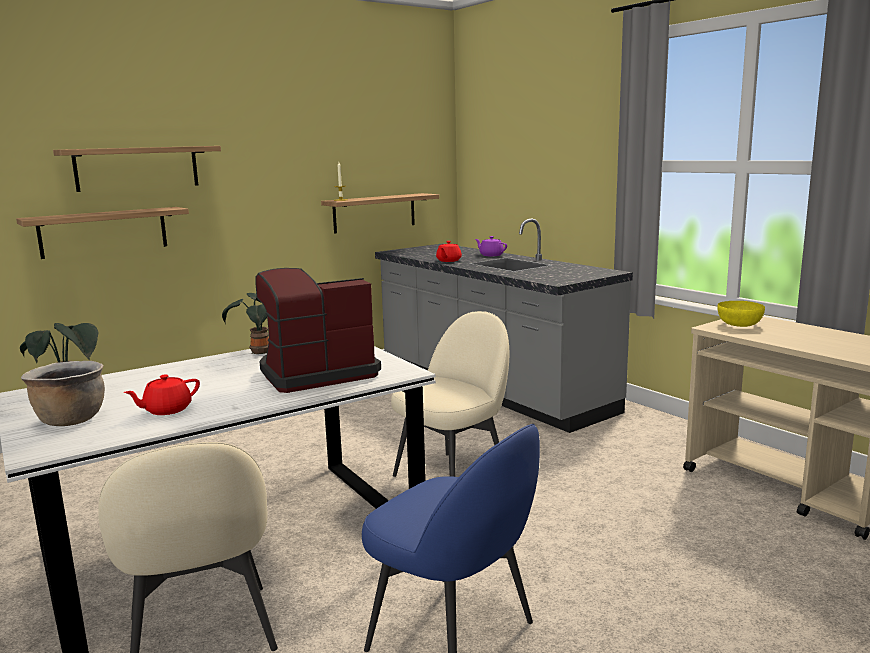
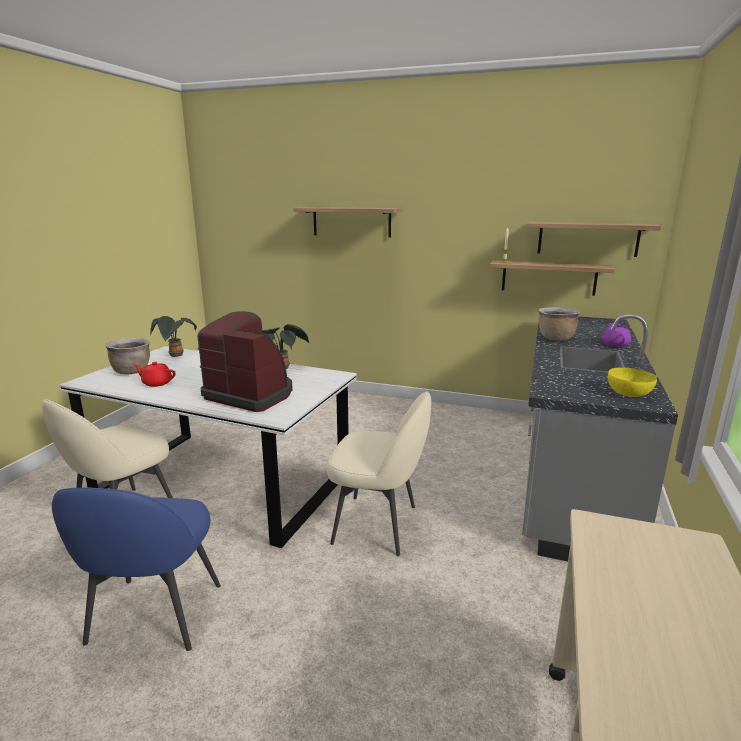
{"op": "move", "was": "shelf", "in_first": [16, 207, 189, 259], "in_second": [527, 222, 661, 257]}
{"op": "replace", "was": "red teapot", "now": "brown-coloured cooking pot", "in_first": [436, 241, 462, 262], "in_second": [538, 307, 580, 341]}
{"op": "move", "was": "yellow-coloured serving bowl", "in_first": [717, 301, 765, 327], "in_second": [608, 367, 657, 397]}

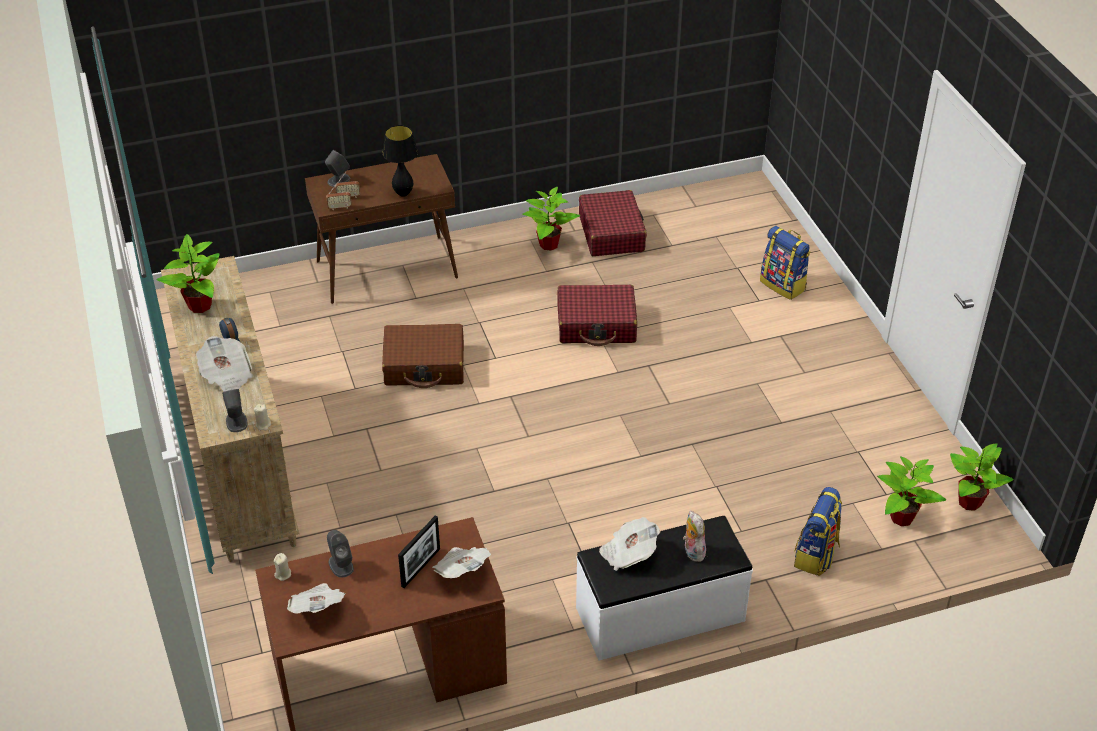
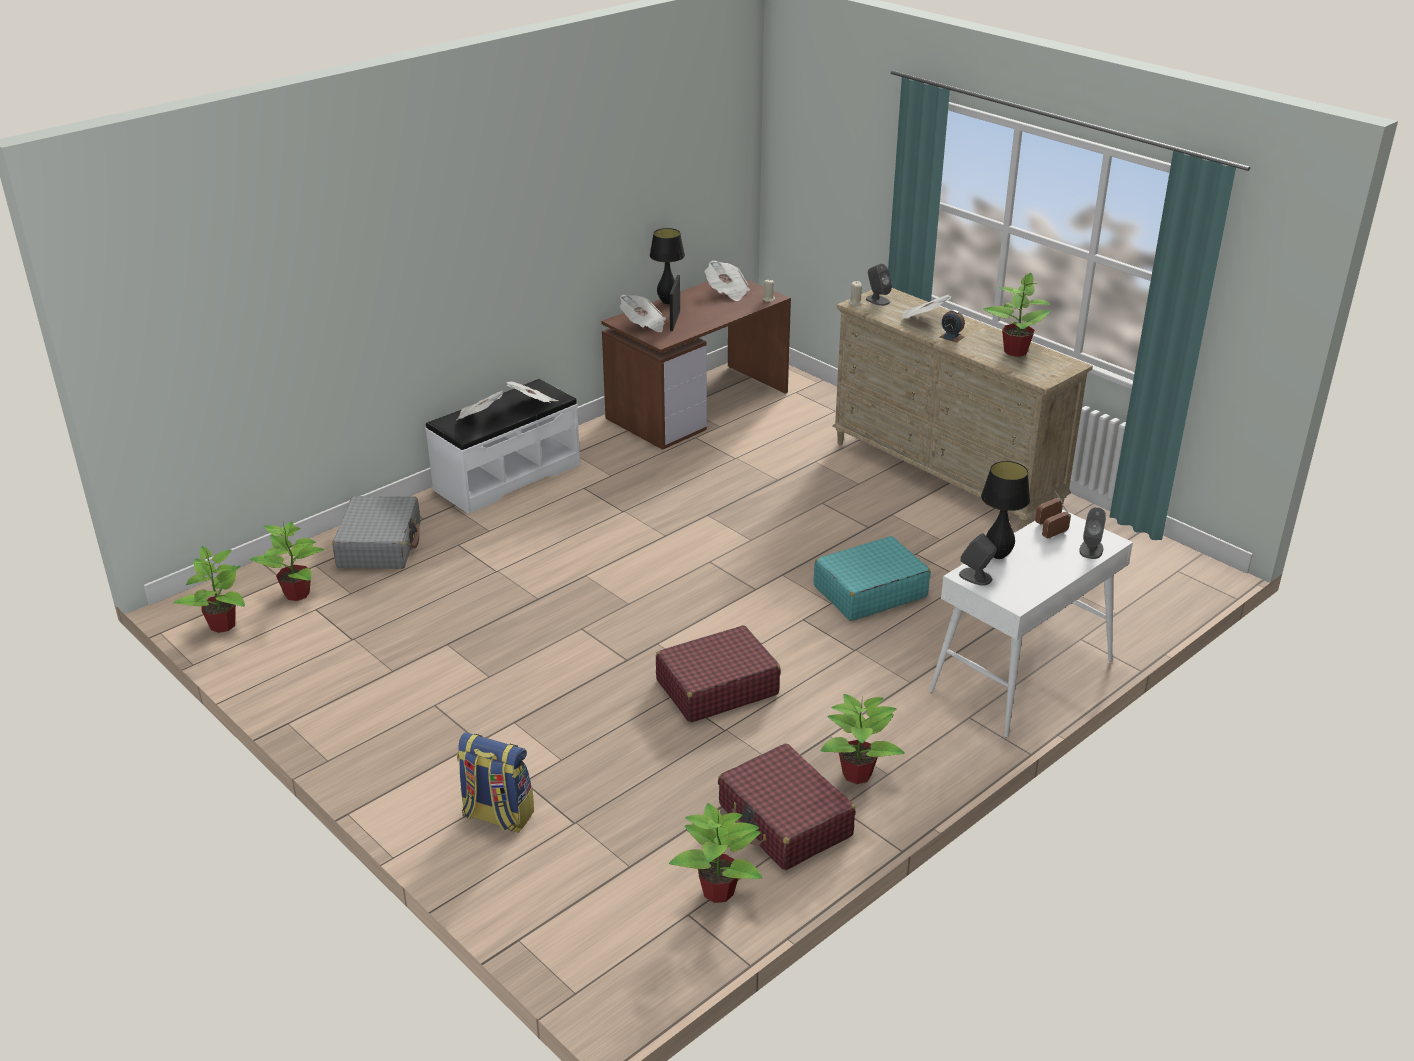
{"op": "recolor", "was": "brown-coloured console table", "now": "white-coloured console table", "in_first": [305, 154, 458, 304], "in_second": [929, 509, 1133, 738]}
{"op": "recolor", "was": "brown-coloured piece of luggage", "now": "turquoise-coloured piece of luggage", "in_first": [382, 324, 464, 388], "in_second": [814, 536, 931, 621]}
{"op": "replace", "was": "rucksack", "now": "gray piece of luggage", "in_first": [794, 487, 842, 576], "in_second": [332, 496, 420, 569]}
{"op": "replace", "was": "soft toy", "now": "daily paper", "in_first": [683, 511, 706, 562], "in_second": [457, 391, 503, 420]}
{"op": "move", "was": "gray speaker", "in_first": [327, 530, 354, 578], "in_second": [959, 533, 997, 586]}
{"op": "insert", "now": "black lamp for a table", "in_second": [649, 228, 685, 304]}
{"op": "insert", "now": "potted plant", "in_second": [669, 803, 762, 903]}

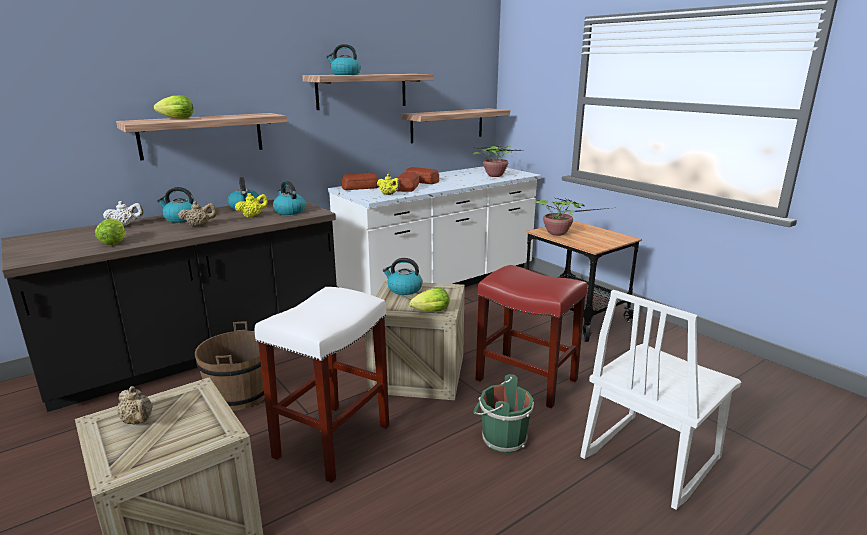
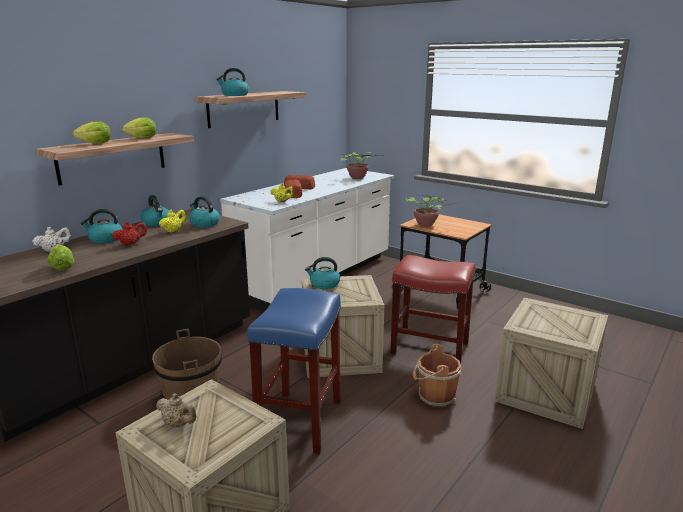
{"op": "delete", "was": "shelf", "in_first": [401, 108, 510, 143]}
{"op": "delete", "was": "baked bread", "in_first": [342, 173, 379, 190]}
{"op": "recolor", "was": "sand-coloured teapot", "now": "red teapot", "in_first": [178, 201, 217, 227], "in_second": [112, 222, 147, 246]}
{"op": "recolor", "was": "white-coloured stool seat", "now": "blue-coloured stool seat", "in_first": [255, 287, 389, 483], "in_second": [247, 288, 341, 454]}
{"op": "move", "was": "lettuce", "in_first": [410, 288, 449, 312], "in_second": [122, 117, 156, 138]}
{"op": "replace", "was": "white-coloured upright chair", "now": "shipping crate", "in_first": [580, 290, 741, 510], "in_second": [495, 297, 608, 429]}
{"op": "recolor", "was": "greenish pail", "now": "brown-coloured pail", "in_first": [473, 374, 534, 453], "in_second": [413, 344, 461, 407]}

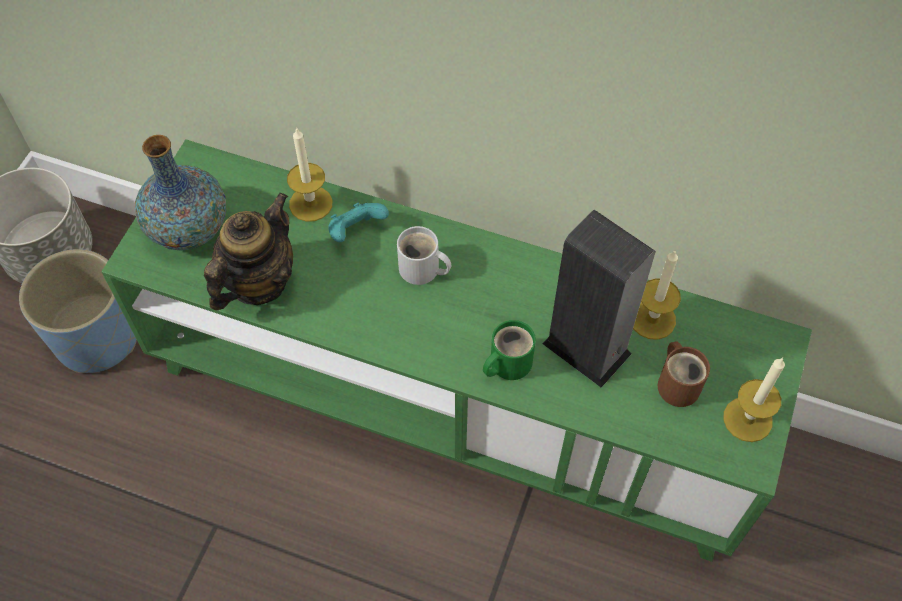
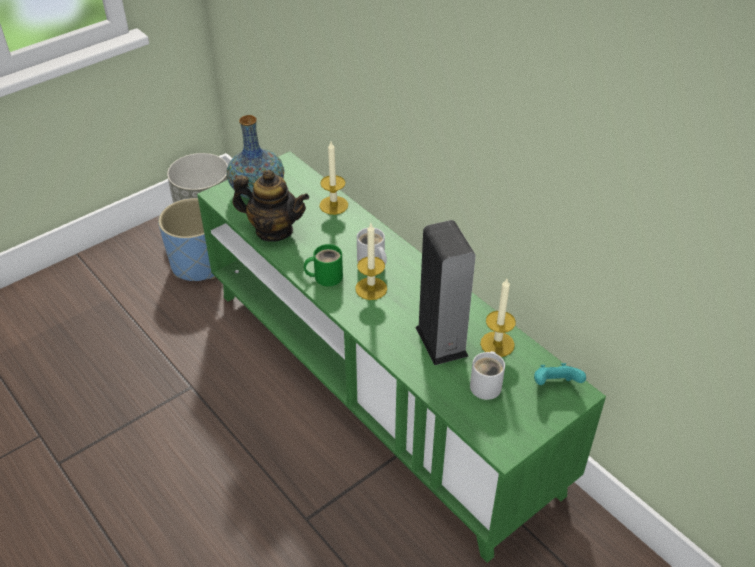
{"op": "rotate", "was": "teapot", "in_first": [204, 193, 293, 310], "in_second": [233, 170, 309, 242], "clockwise": 45}
{"op": "move", "was": "turquoise-coloured gamepad", "in_first": [328, 203, 389, 242], "in_second": [534, 363, 586, 385]}
{"op": "move", "was": "greenish coffee mug", "in_first": [483, 320, 536, 380], "in_second": [304, 244, 343, 286]}
{"op": "recolor", "was": "brown-coloured coffee mug", "now": "white-coloured coffee mug", "in_first": [658, 341, 710, 407], "in_second": [470, 351, 505, 400]}
{"op": "move", "was": "wax light", "in_first": [723, 357, 785, 442], "in_second": [355, 224, 387, 300]}

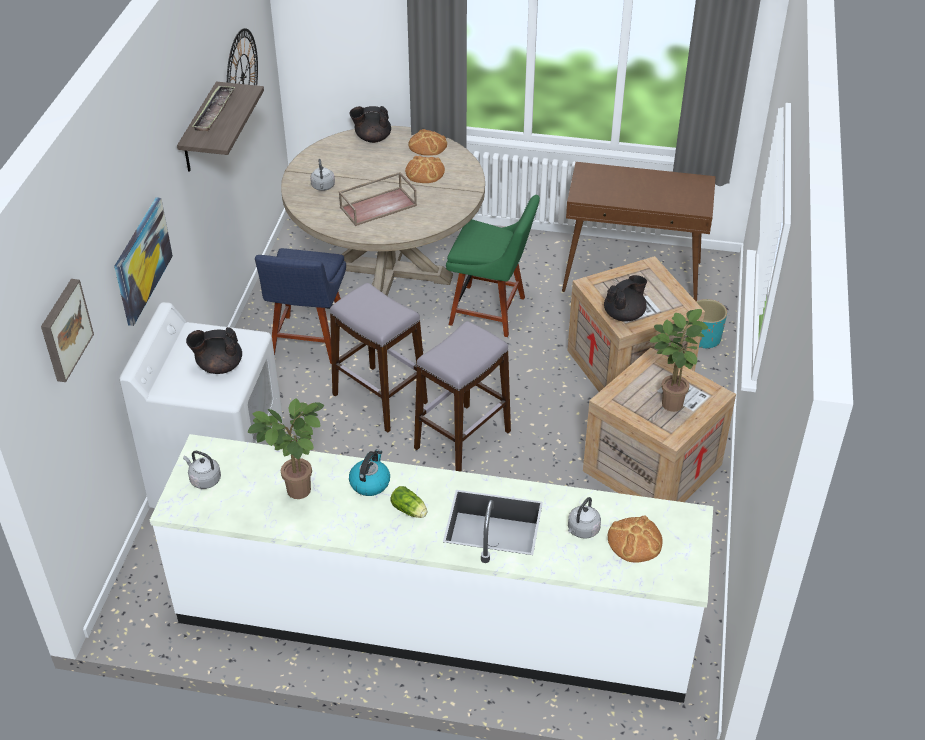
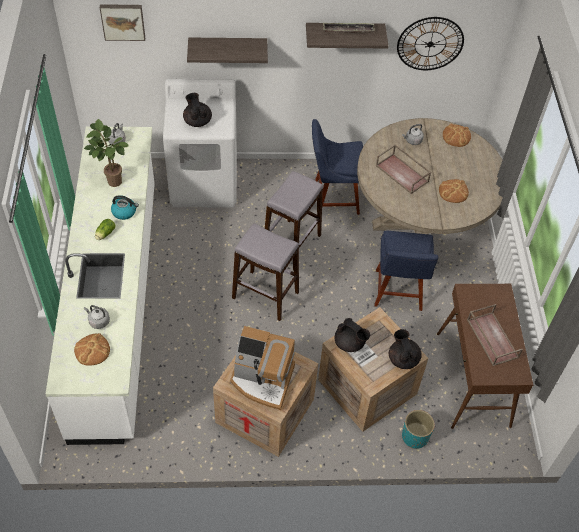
{"op": "move", "was": "black teapot", "in_first": [350, 106, 391, 143], "in_second": [389, 329, 422, 369]}
{"op": "move", "was": "baked bread", "in_first": [409, 129, 447, 156], "in_second": [443, 123, 471, 147]}
{"op": "recolor", "was": "greenish upright chair", "now": "blue-coloured upright chair", "in_first": [446, 195, 540, 337], "in_second": [374, 231, 438, 311]}
{"op": "replace", "was": "wall art", "now": "shelf", "in_first": [114, 197, 173, 326], "in_second": [187, 38, 268, 63]}
{"op": "replace", "was": "potted plant", "now": "coffee brewer", "in_first": [649, 309, 708, 412], "in_second": [230, 326, 295, 410]}
{"op": "insert", "now": "brown-coloured tray", "in_second": [467, 304, 523, 366]}

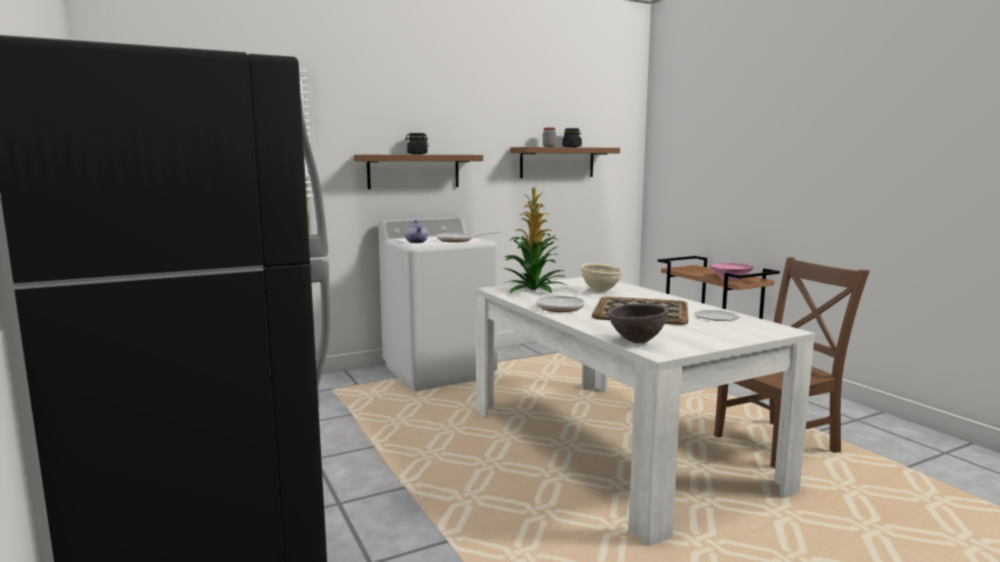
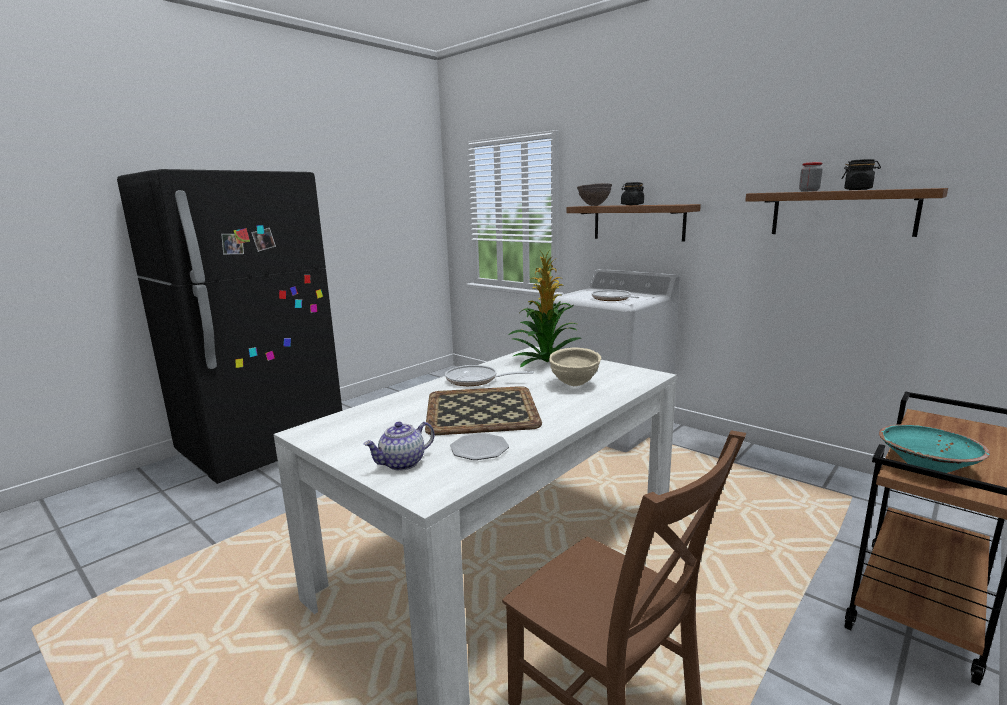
{"op": "move", "was": "teapot", "in_first": [405, 220, 428, 243], "in_second": [364, 422, 434, 471]}
{"op": "recolor", "was": "pink serving bowl", "now": "turquoise-coloured serving bowl", "in_first": [709, 263, 754, 280], "in_second": [879, 424, 990, 473]}
{"op": "move", "was": "brown-coloured serving bowl", "in_first": [608, 303, 668, 343], "in_second": [577, 183, 612, 206]}

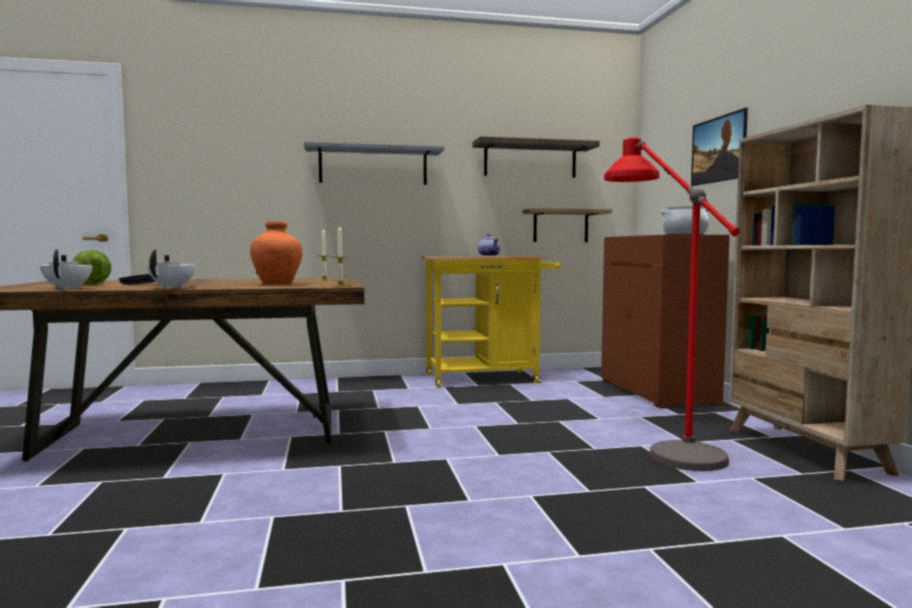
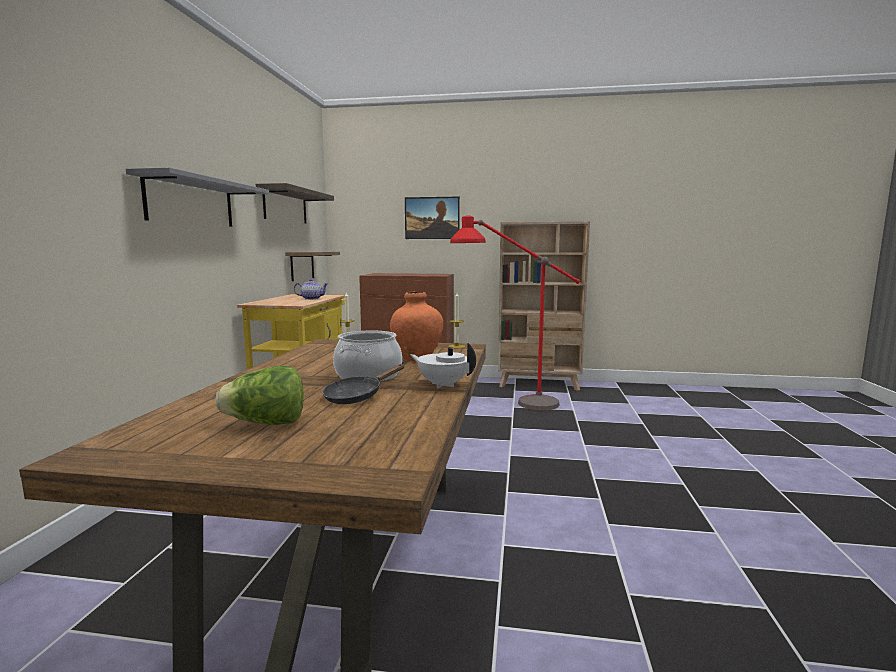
{"op": "move", "was": "cooking pot", "in_first": [661, 206, 710, 235], "in_second": [333, 331, 402, 381]}
{"op": "delete", "was": "white-coloured teapot", "in_first": [40, 249, 92, 290]}

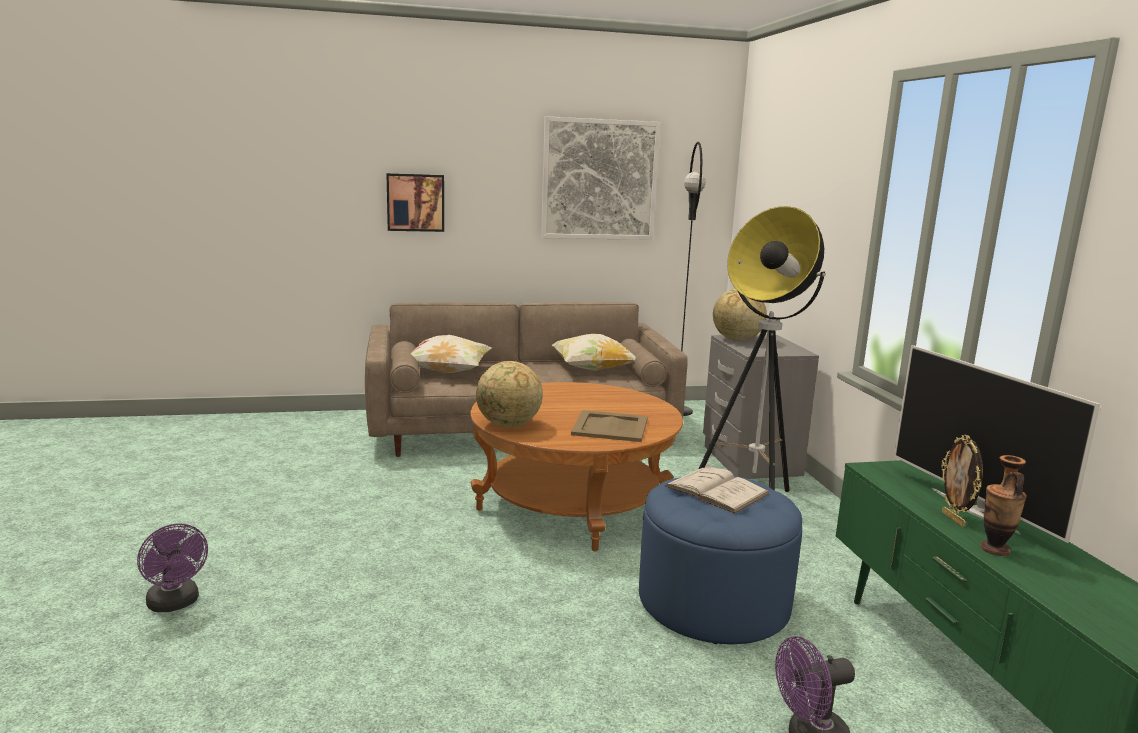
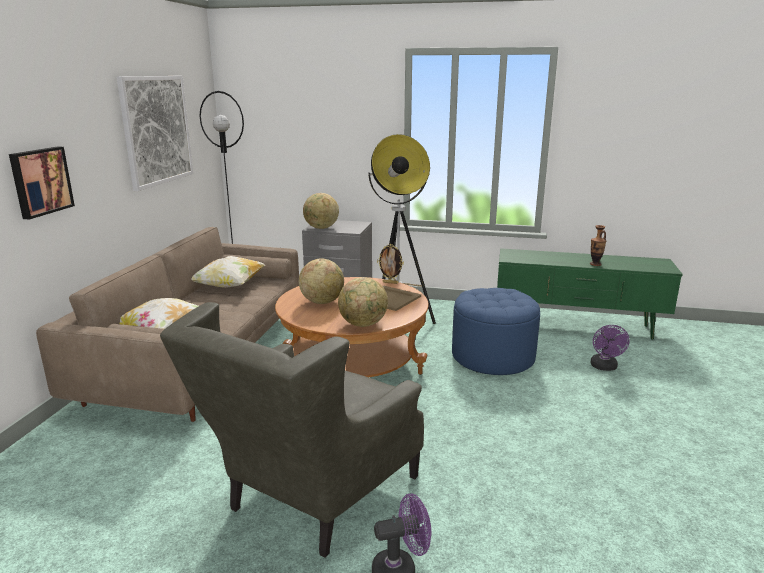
{"op": "delete", "was": "TV", "in_first": [894, 345, 1100, 543]}
{"op": "move", "was": "photo frame", "in_first": [941, 434, 983, 527], "in_second": [377, 244, 404, 284]}
{"op": "delete", "was": "white-coloured book", "in_first": [664, 464, 770, 513]}
{"op": "insert", "now": "desk globe", "in_second": [299, 258, 344, 304]}
{"op": "insert", "now": "gray lounge chair", "in_second": [160, 302, 424, 558]}

